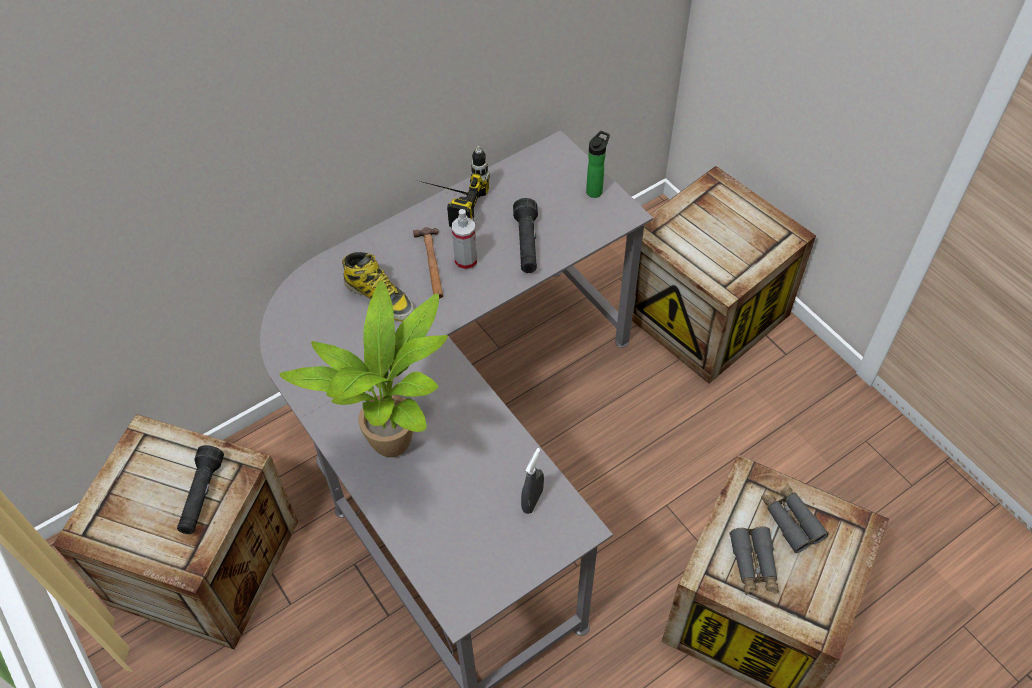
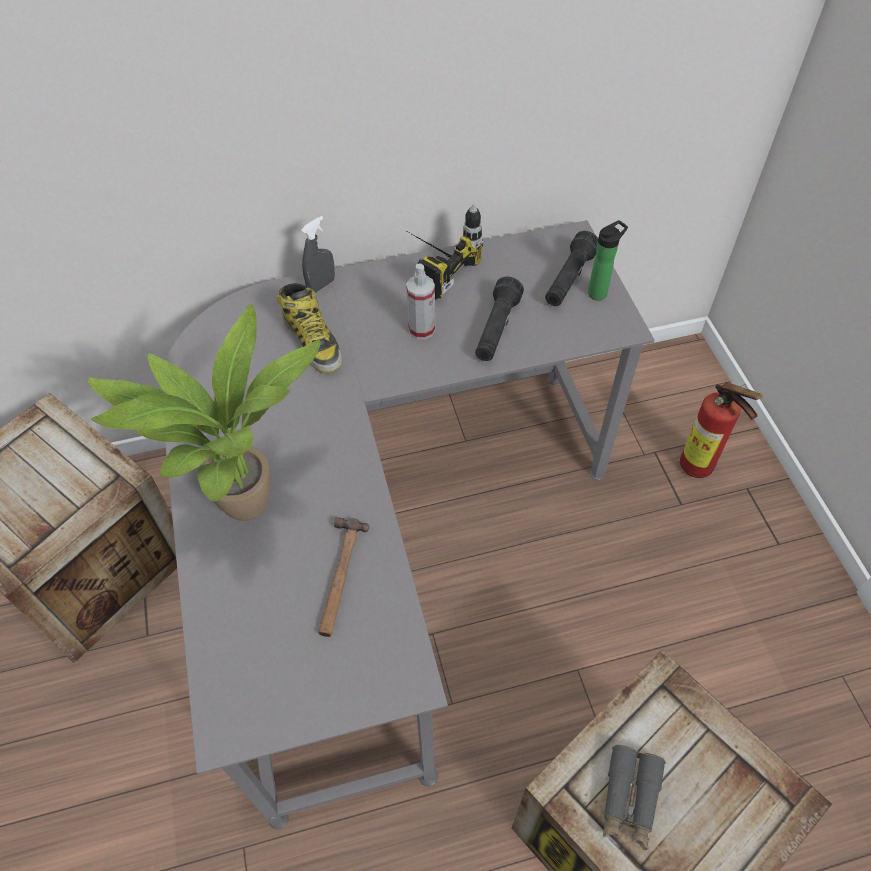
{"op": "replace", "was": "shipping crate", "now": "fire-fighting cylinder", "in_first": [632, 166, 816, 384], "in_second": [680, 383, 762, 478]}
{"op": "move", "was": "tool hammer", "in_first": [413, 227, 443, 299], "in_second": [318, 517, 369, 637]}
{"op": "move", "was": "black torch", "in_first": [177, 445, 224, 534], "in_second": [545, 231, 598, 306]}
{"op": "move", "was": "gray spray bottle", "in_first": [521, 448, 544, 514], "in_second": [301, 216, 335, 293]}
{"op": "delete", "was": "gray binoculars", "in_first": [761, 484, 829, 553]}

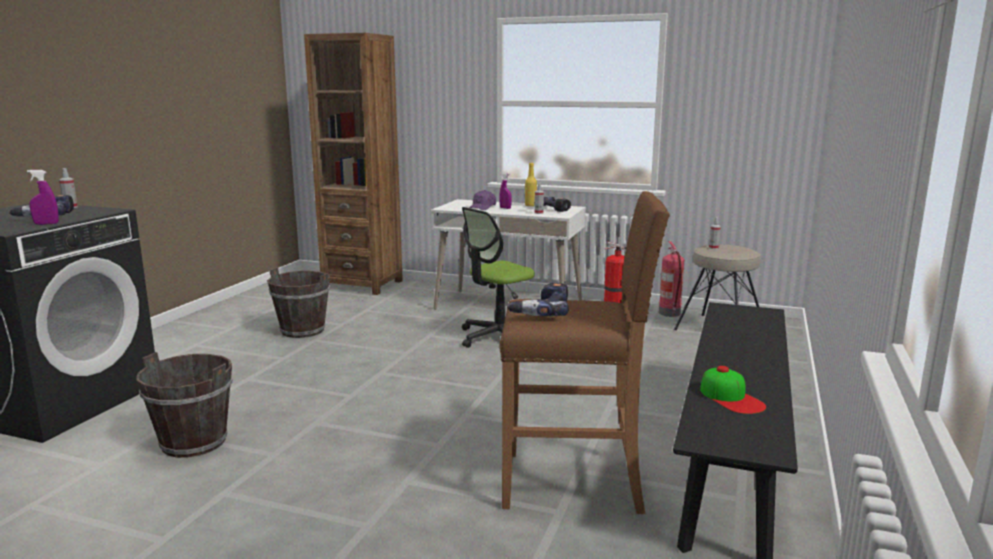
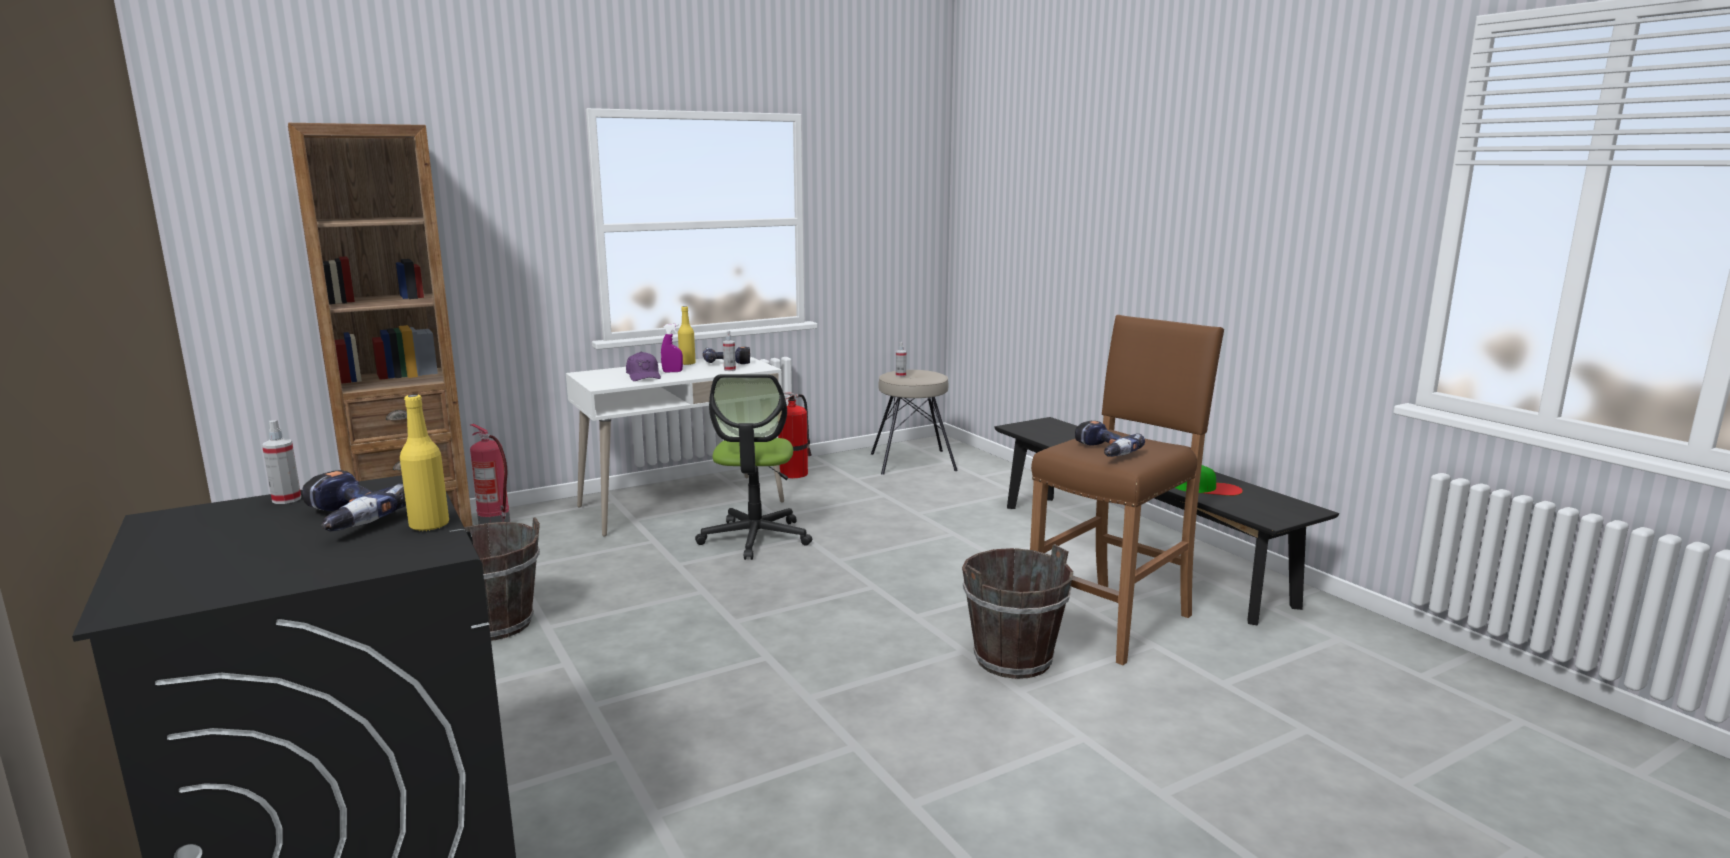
{"op": "replace", "was": "purplish spray bottle", "now": "yellow-coloured beverage bottle", "in_first": [27, 170, 58, 225], "in_second": [400, 394, 449, 531]}
{"op": "move", "was": "fire-fighting cylinder", "in_first": [659, 241, 684, 317], "in_second": [470, 424, 510, 526]}
{"op": "move", "was": "brown-coloured pail", "in_first": [136, 352, 232, 458], "in_second": [962, 544, 1073, 679]}

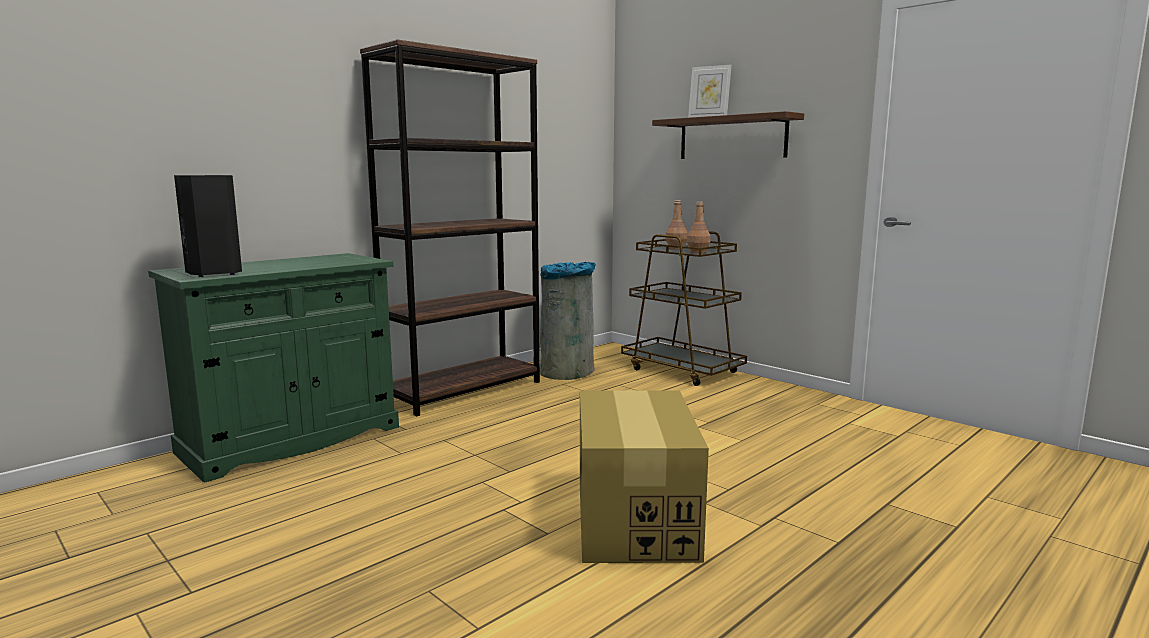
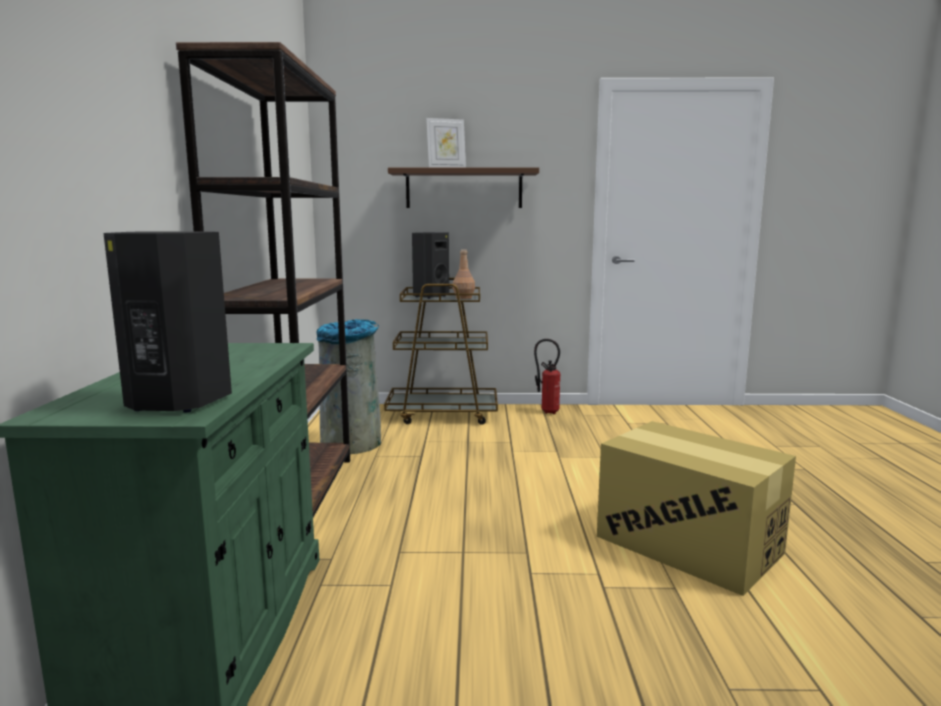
{"op": "replace", "was": "brown-coloured beverage bottle", "now": "black speaker", "in_first": [665, 200, 688, 250], "in_second": [412, 232, 449, 299]}
{"op": "insert", "now": "fire-fighting cylinder", "in_second": [534, 339, 560, 414]}

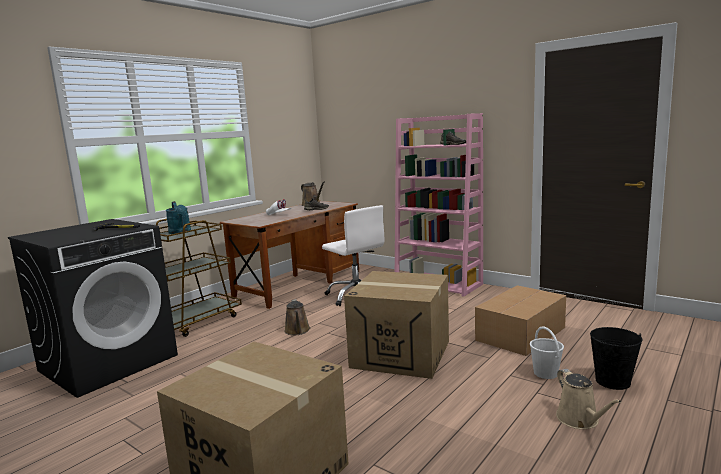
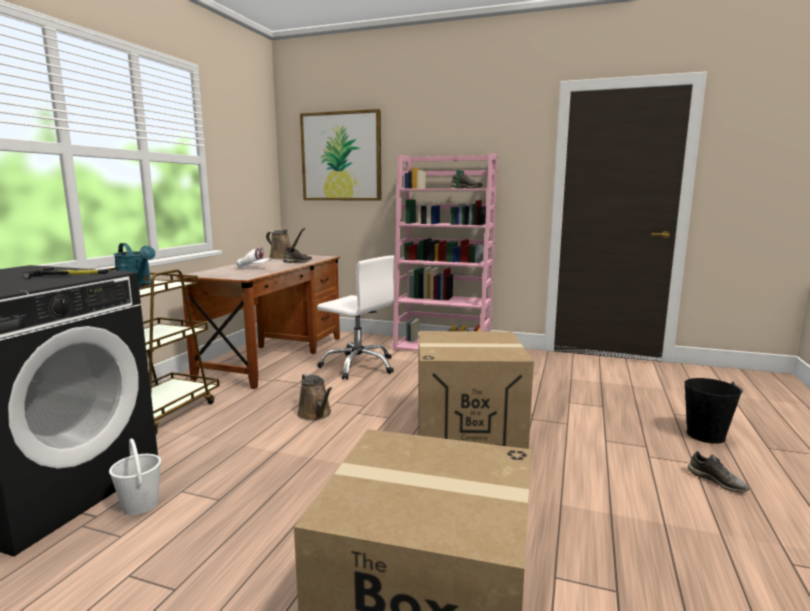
{"op": "delete", "was": "packing box", "in_first": [475, 285, 566, 356]}
{"op": "move", "was": "white-coloured pail", "in_first": [530, 326, 564, 379], "in_second": [109, 439, 161, 515]}
{"op": "replace", "was": "sand-coloured watering pot", "now": "gray shoe", "in_first": [556, 369, 621, 429], "in_second": [688, 451, 749, 492]}
{"op": "insert", "now": "wall art", "in_second": [300, 109, 381, 201]}

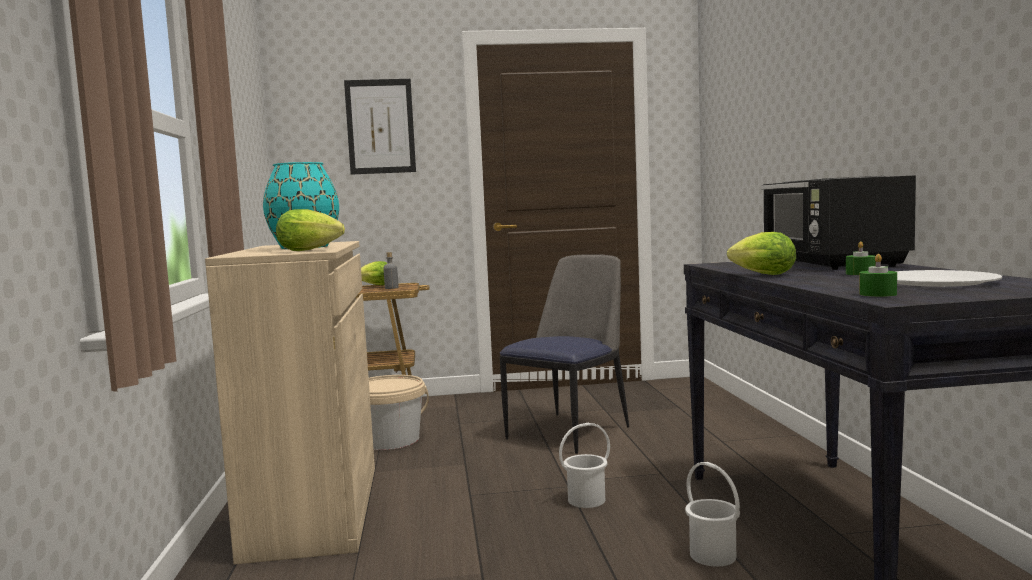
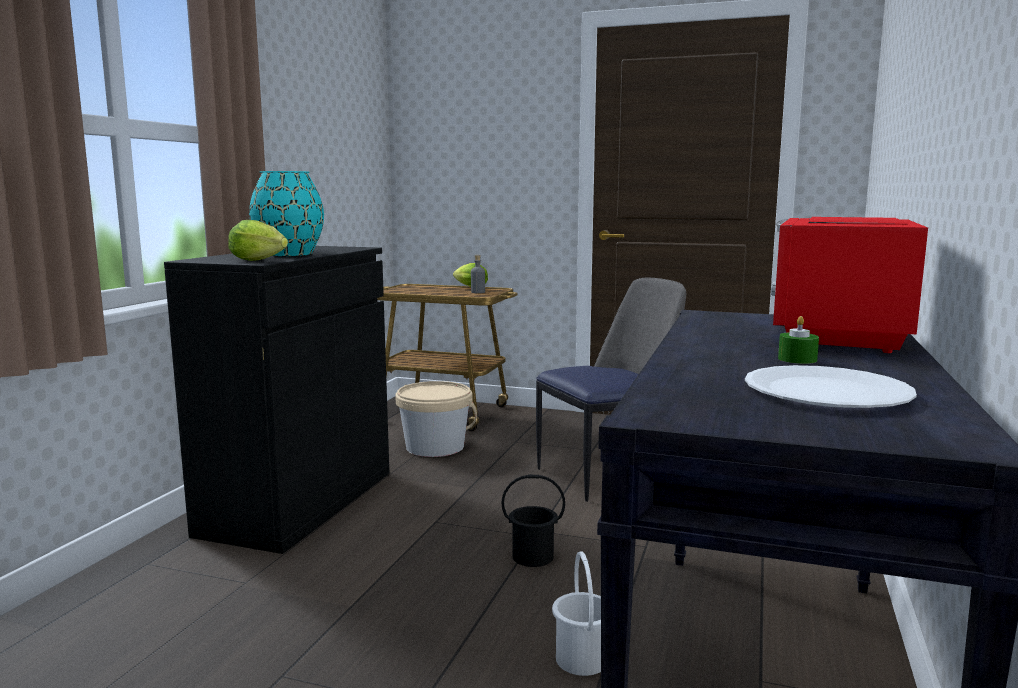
{"op": "delete", "was": "wall art", "in_first": [344, 79, 416, 175]}
{"op": "recolor", "was": "black kitchen microwave", "now": "red kitchen microwave", "in_first": [761, 175, 916, 270], "in_second": [771, 217, 928, 353]}
{"op": "delete", "was": "lettuce", "in_first": [727, 232, 796, 275]}
{"op": "recolor", "was": "sand-coloured cabinet", "now": "black cabinet", "in_first": [205, 241, 375, 565], "in_second": [164, 246, 389, 554]}
{"op": "delete", "was": "greenish wax light", "in_first": [859, 254, 897, 297]}
{"op": "recolor", "was": "white-coloured pail", "now": "black pail", "in_first": [559, 423, 610, 508], "in_second": [501, 475, 565, 567]}

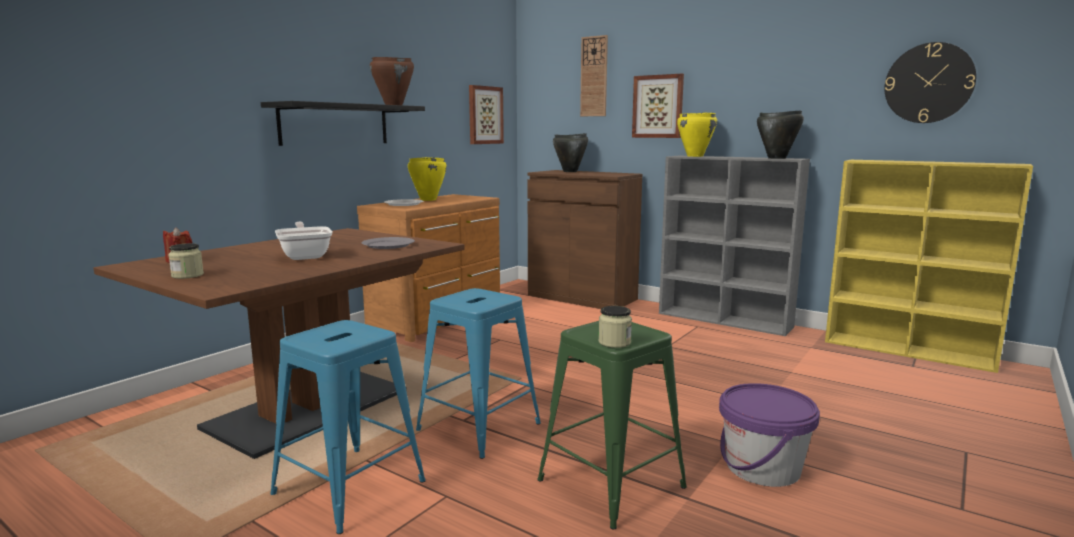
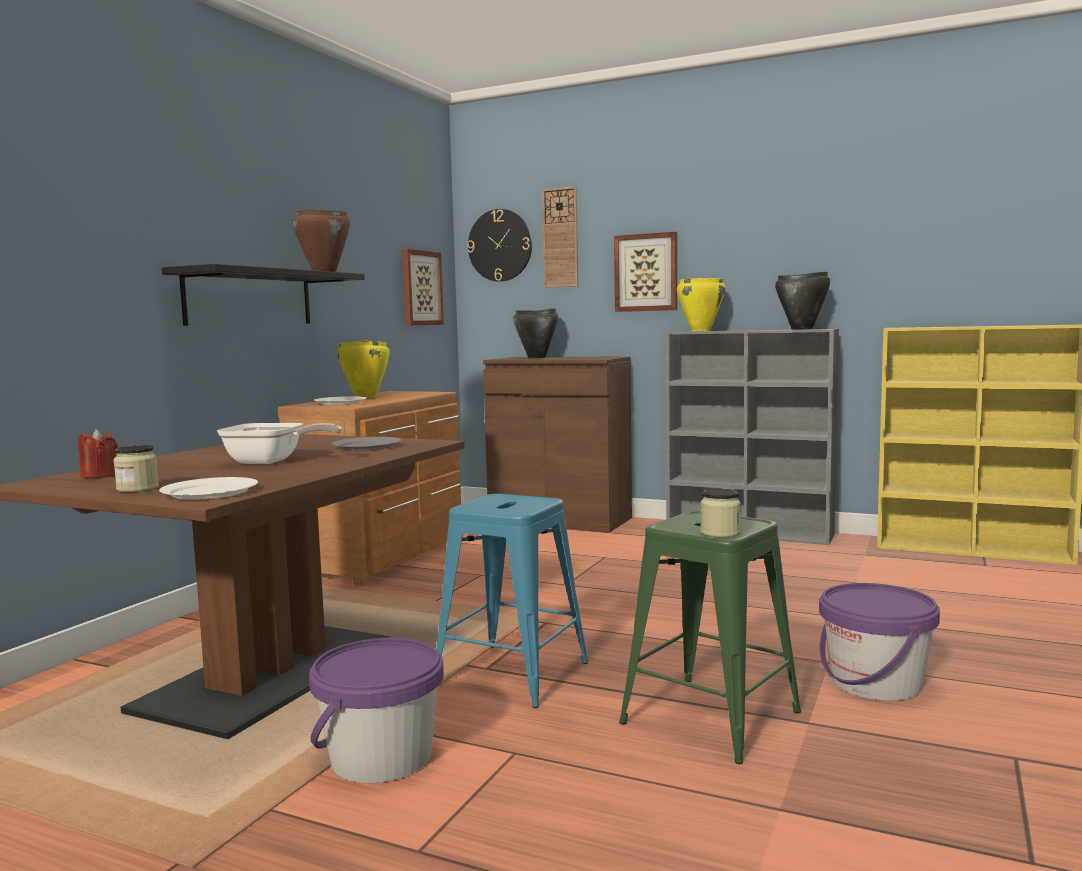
{"op": "move", "was": "hanging clock", "in_first": [884, 42, 976, 123], "in_second": [467, 209, 532, 282]}
{"op": "rotate", "was": "skillet", "in_first": [275, 222, 333, 260], "in_second": [217, 423, 342, 464], "clockwise": 135}
{"op": "replace", "was": "blue-coloured stool seat", "now": "purplish pail", "in_first": [270, 320, 426, 534], "in_second": [309, 638, 444, 783]}
{"op": "insert", "now": "white-coloured plate", "in_second": [159, 477, 258, 500]}

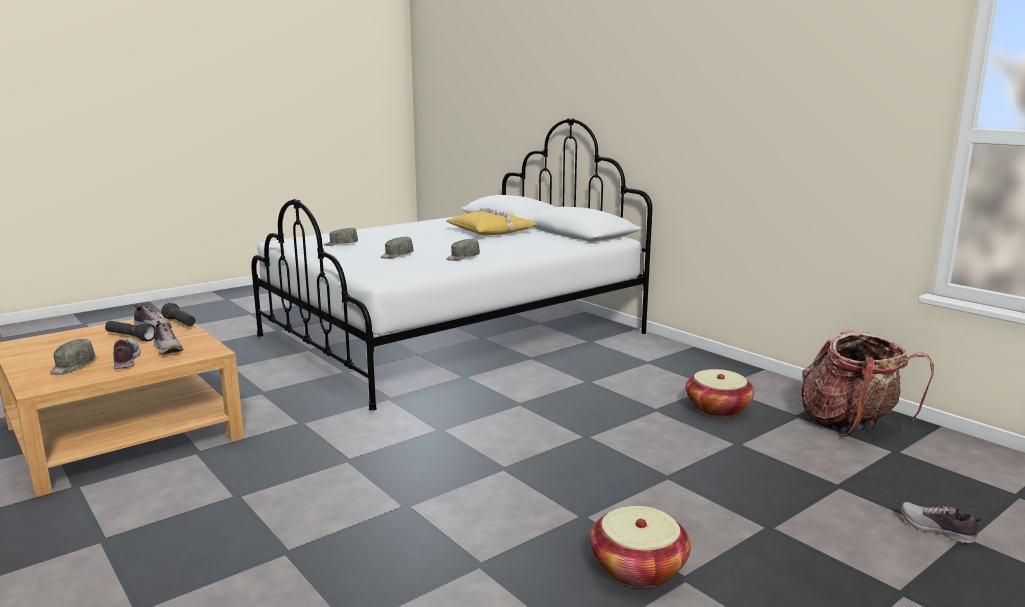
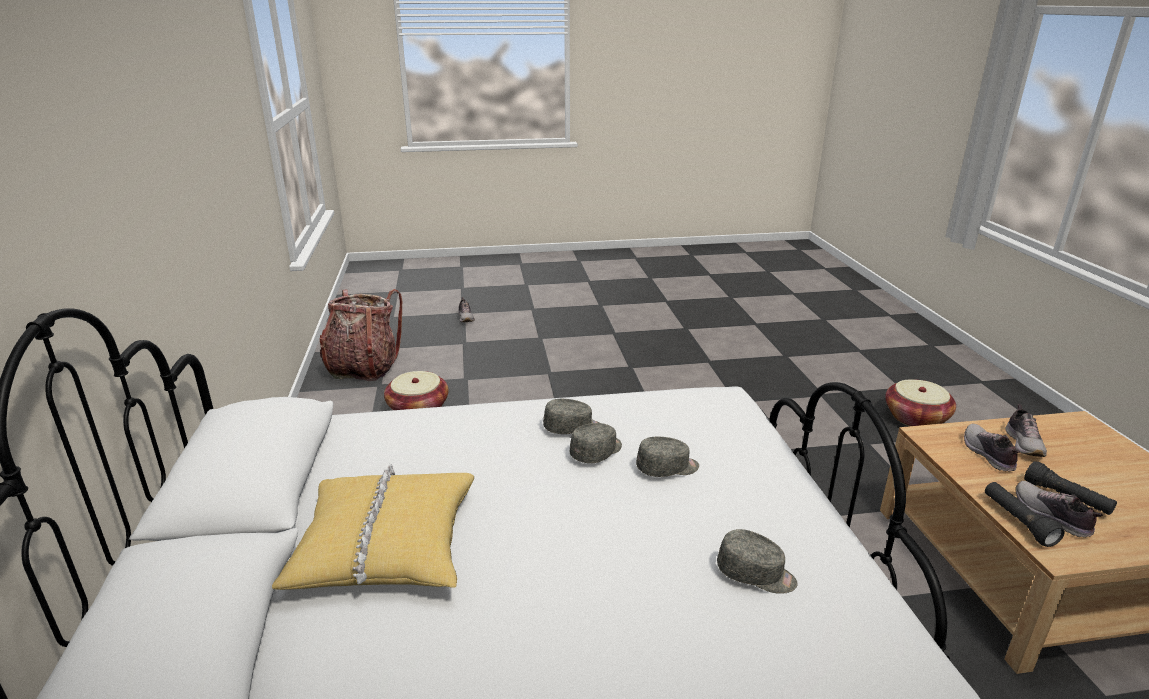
{"op": "move", "was": "gray cap", "in_first": [50, 339, 95, 375], "in_second": [570, 423, 622, 463]}
{"op": "move", "was": "basket", "in_first": [590, 506, 691, 588], "in_second": [885, 379, 956, 426]}

